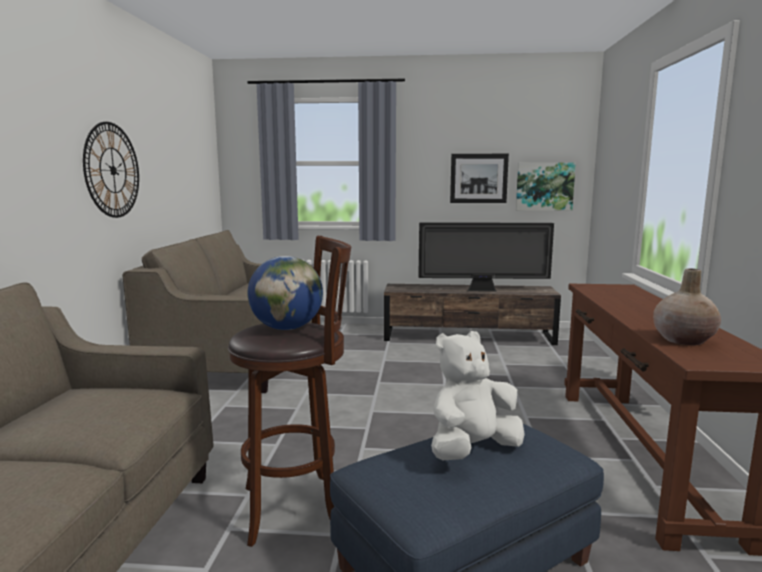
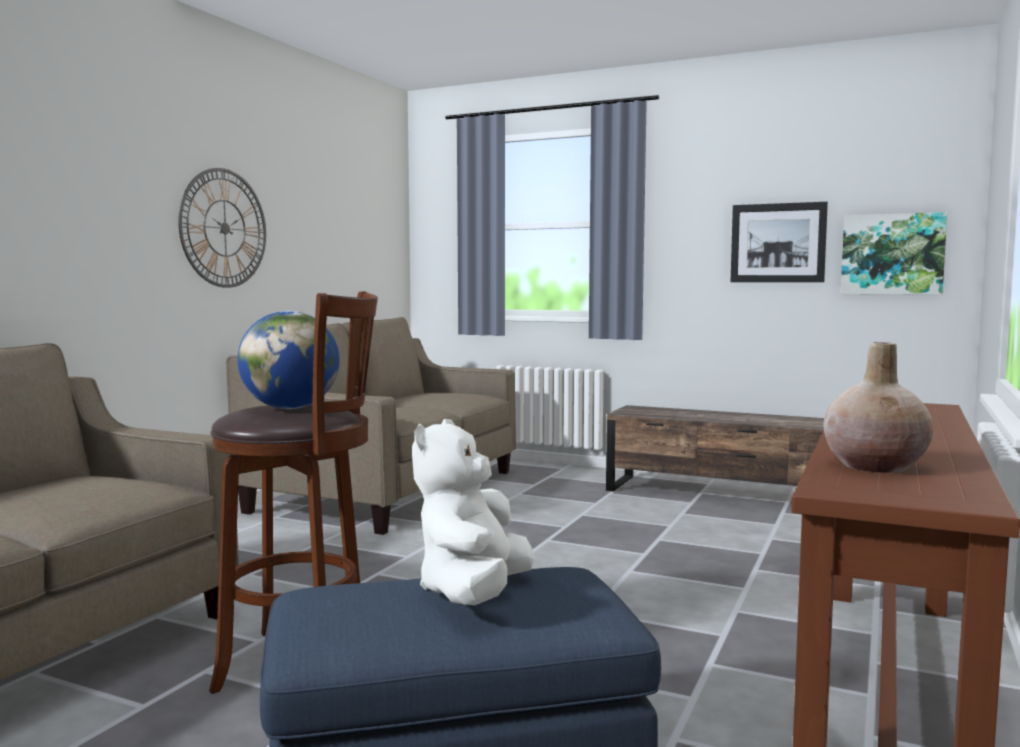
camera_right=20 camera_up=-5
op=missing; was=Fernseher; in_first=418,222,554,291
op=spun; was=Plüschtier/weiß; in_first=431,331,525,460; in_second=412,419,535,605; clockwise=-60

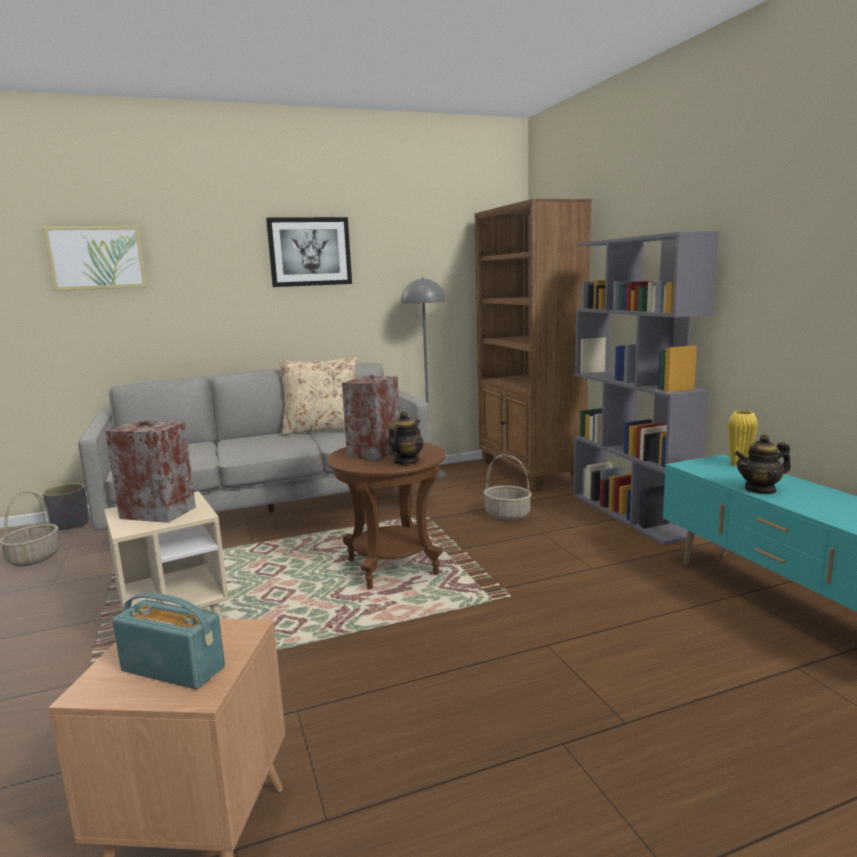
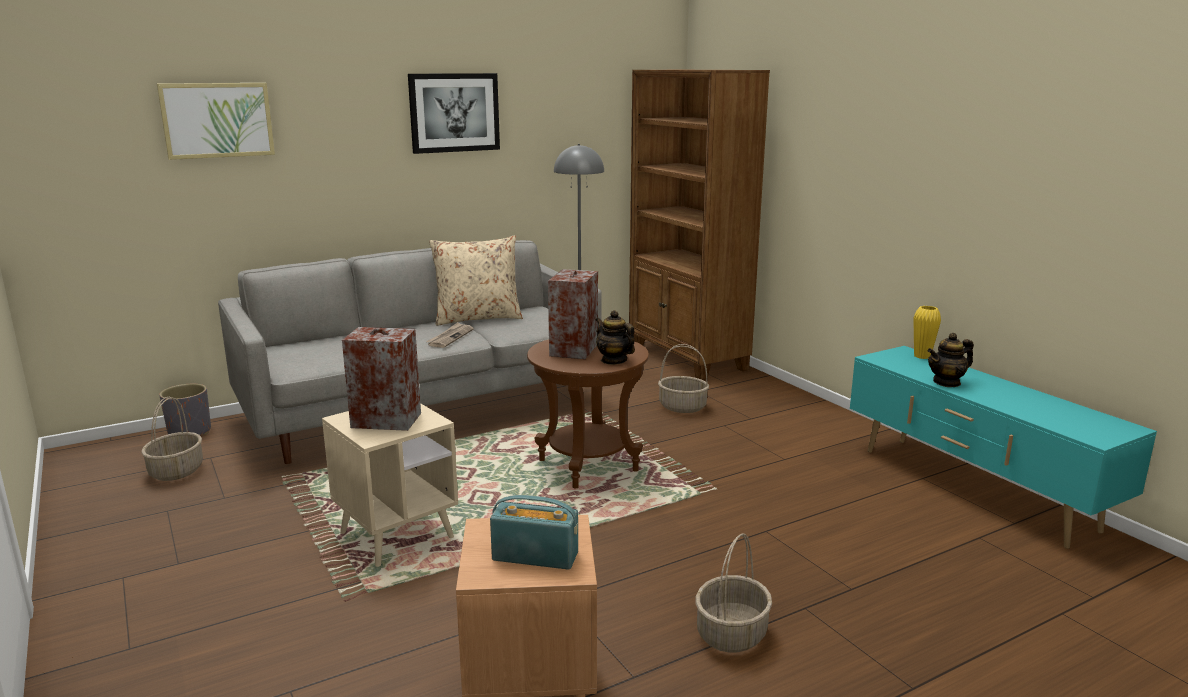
camera_right=-10 camera_up=5
op=missing; was=Bücherregal/grau; in_first=573,231,719,545
op=spun; was=Teekanne; in_first=388,411,423,465; in_second=596,310,635,365; clockwise=-60
op=appeared; now=Zeitung; in_second=426,322,474,348
op=appeared; now=Korb; in_second=696,533,772,652

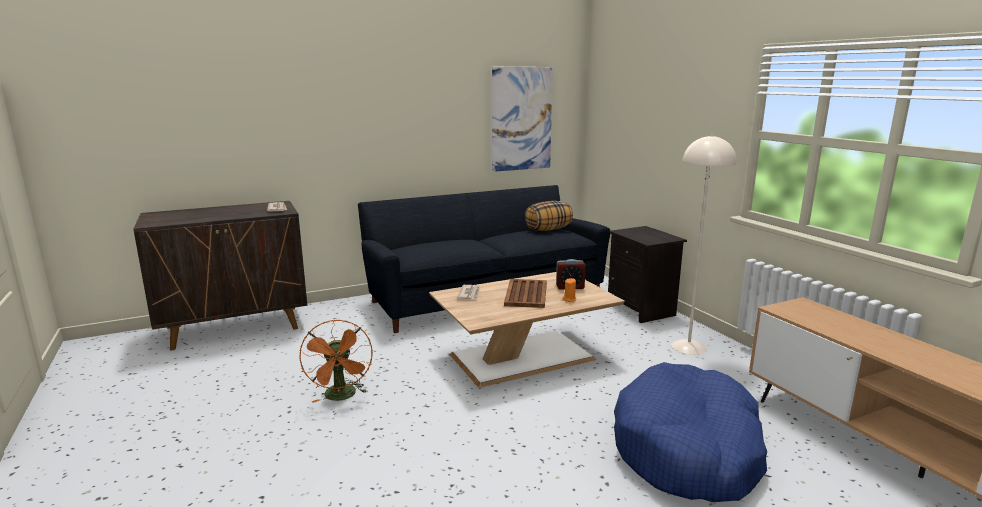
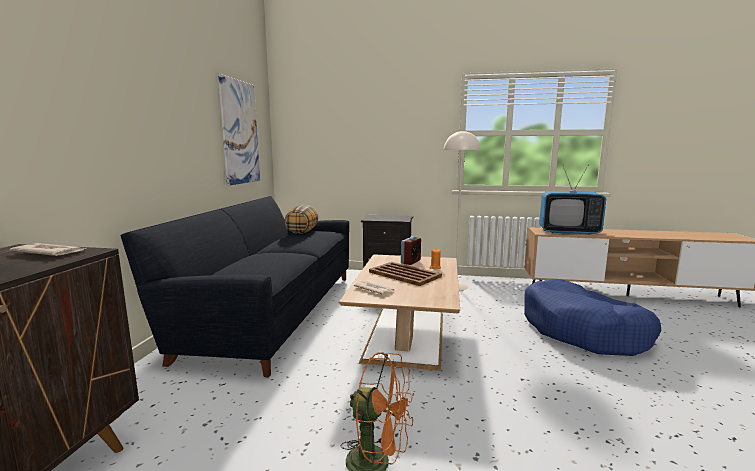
camera_right=-55 camera_up=-5
op=appeared; now=Fernseher; in_second=539,166,606,235

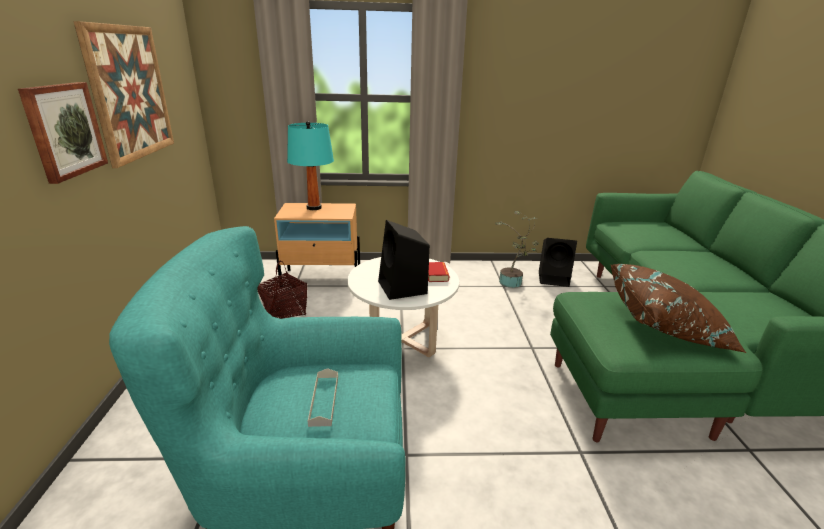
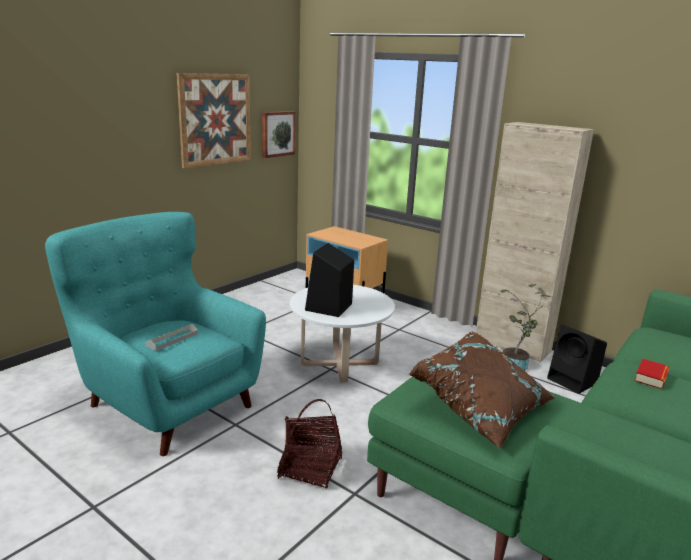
camera_right=40 camera_up=-5
op=relocated; was=Bild; in_first=18,82,108,184; in_second=262,111,296,158
op=missing; was=Tischlampe/türkis; in_first=287,121,334,210
op=relocated; was=Korb; in_first=257,260,307,319; in_second=277,399,342,489
op=relocated; was=Buch; in_first=428,262,449,282; in_second=634,359,669,389
op=appeared; now=Schrank/beige; in_second=476,122,594,363

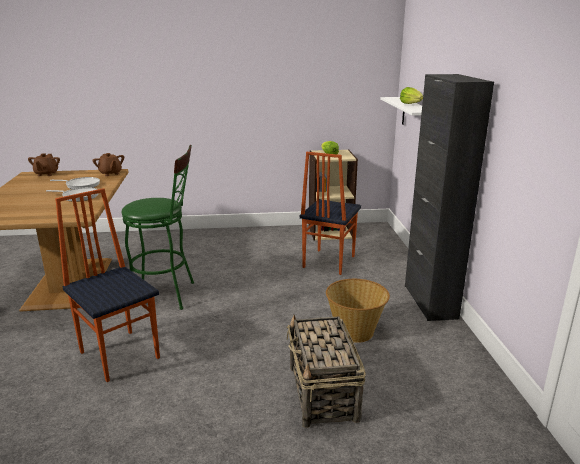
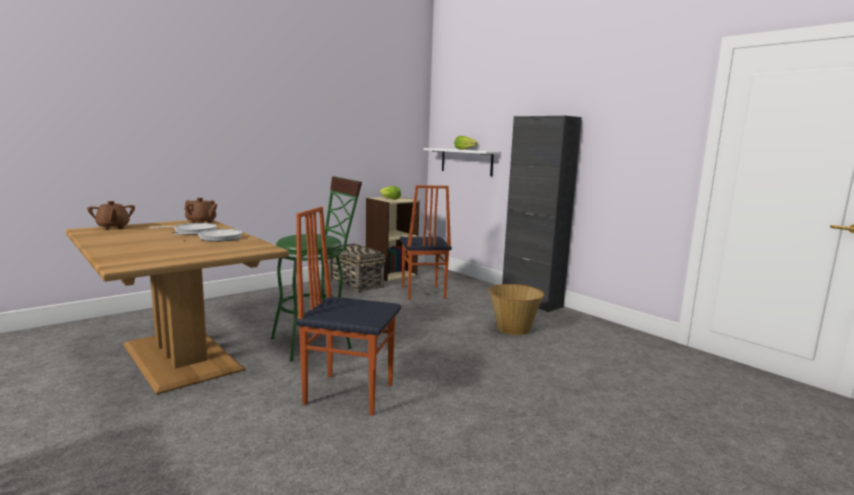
camera_right=-35 camera_up=-10
op=relocated; was=Korb; in_first=287,315,366,428; in_second=328,244,386,293

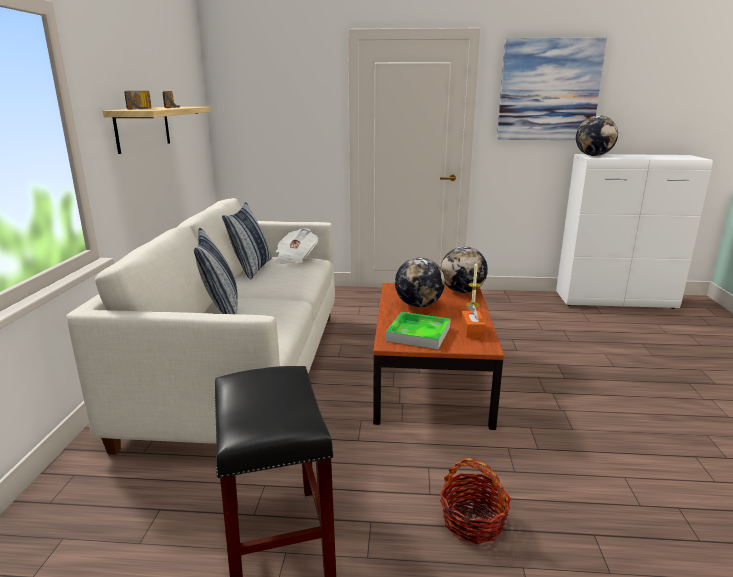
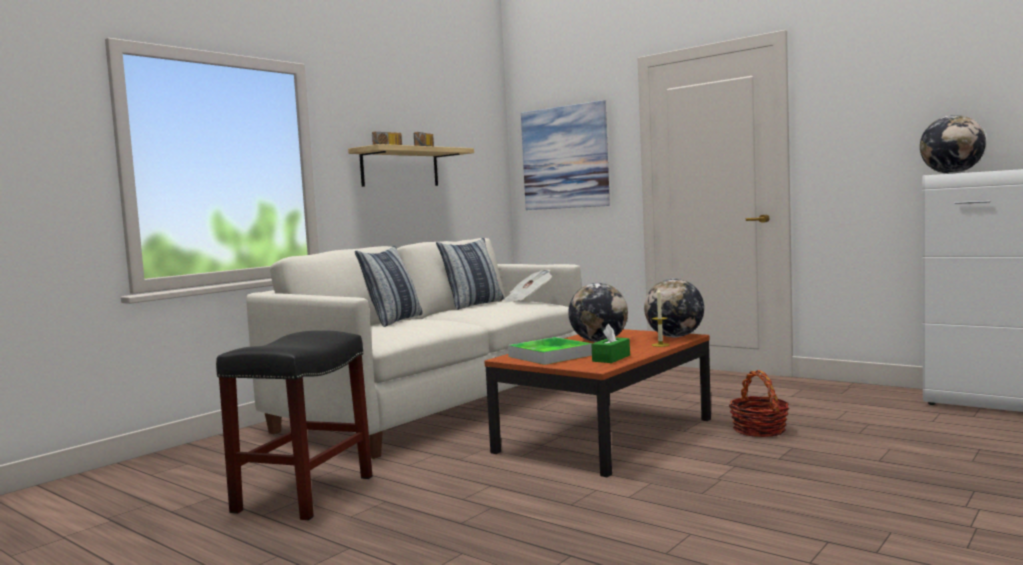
camera_right=35 camera_up=-15
op=relocated; was=Bild; in_first=497,37,607,140; in_second=521,100,610,210
op=colour; was=Taschentuchbox/orange; now=Taschentuchbox/grün; in_first=461,304,486,338; in_second=591,324,630,363
op=relocated; was=Korb; in_first=440,458,511,544; in_second=729,370,789,437

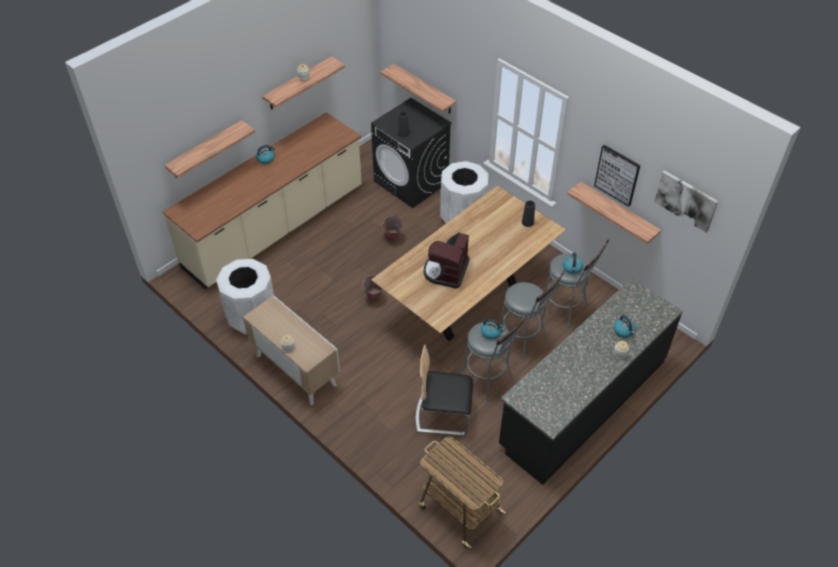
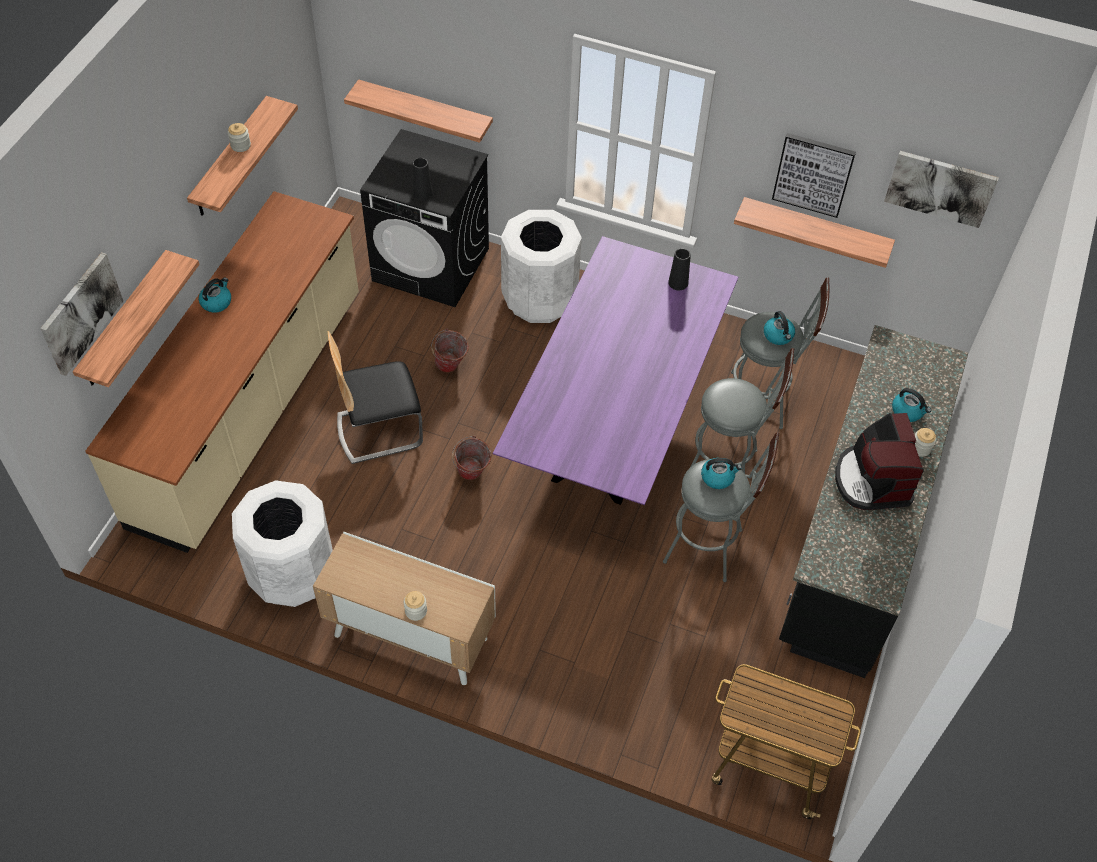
camera_right=-25 camera_up=5
op=colour; was=Esstisch/braun; now=Esstisch/lila; in_first=371,185,566,341; in_second=492,236,738,505
op=relocated; was=Kaffeemaschine; in_first=424,232,470,288; in_second=835,413,924,510
op=relocated; was=Stuhl; in_first=416,344,473,436; in_second=328,331,423,464
op=appeared; now=Bild; in_second=40,252,123,376

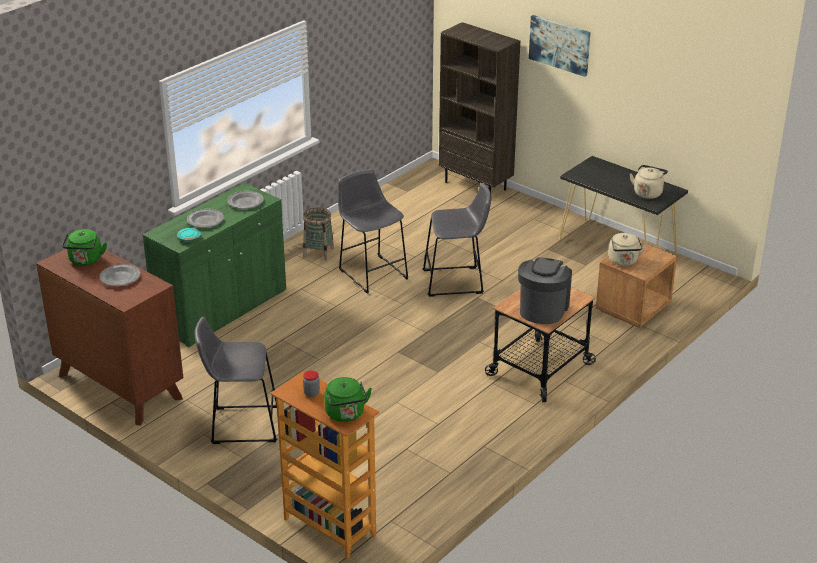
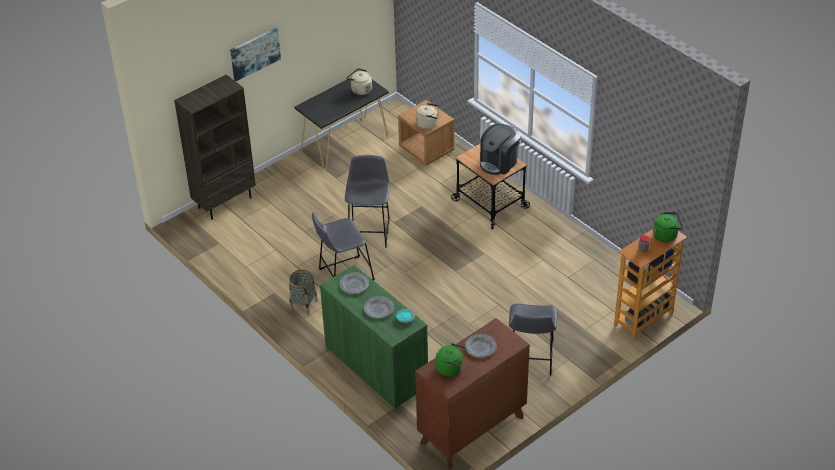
camera_right=-80 camera_up=10
op=spun; was=Kaffeemaschine; in_first=518,257,572,324; in_second=480,124,520,175; clockwise=-75

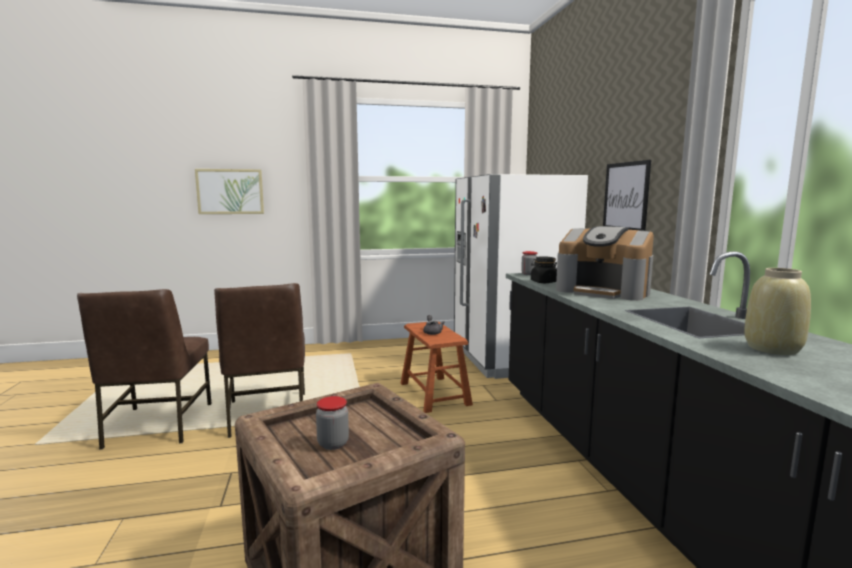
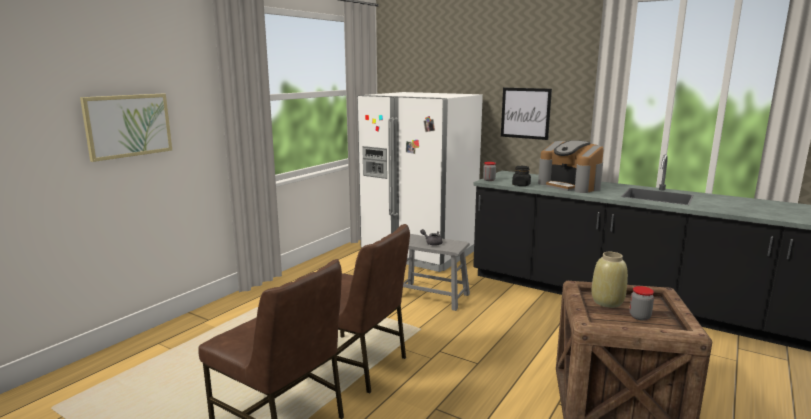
camera_right=-45 camera_up=5
op=spun; was=Kaffeemaschine; in_first=556,226,654,301; in_second=538,140,604,193; clockwise=60
op=relocated; was=Vase/beige; in_first=744,268,811,355; in_second=591,252,628,308
op=colour; was=Hocker/braun; now=Hocker/grau; in_first=400,321,473,413; in_second=403,234,470,311

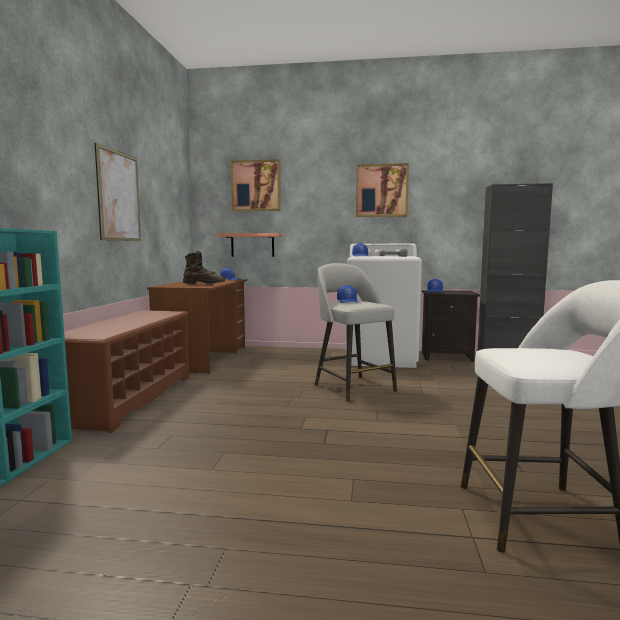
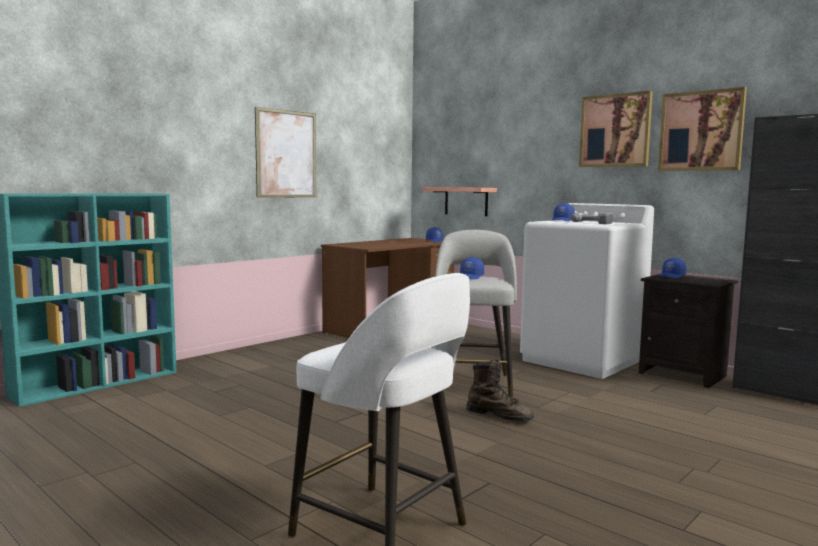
camera_right=35 camera_up=0
op=relocated; was=Bild; in_first=231,159,281,211; in_second=658,87,747,171
op=relocated; was=Stiefel/braun; in_first=183,251,225,284; in_second=466,360,534,421
op=missing; was=Schuhregal/braun; in_first=64,310,189,433

